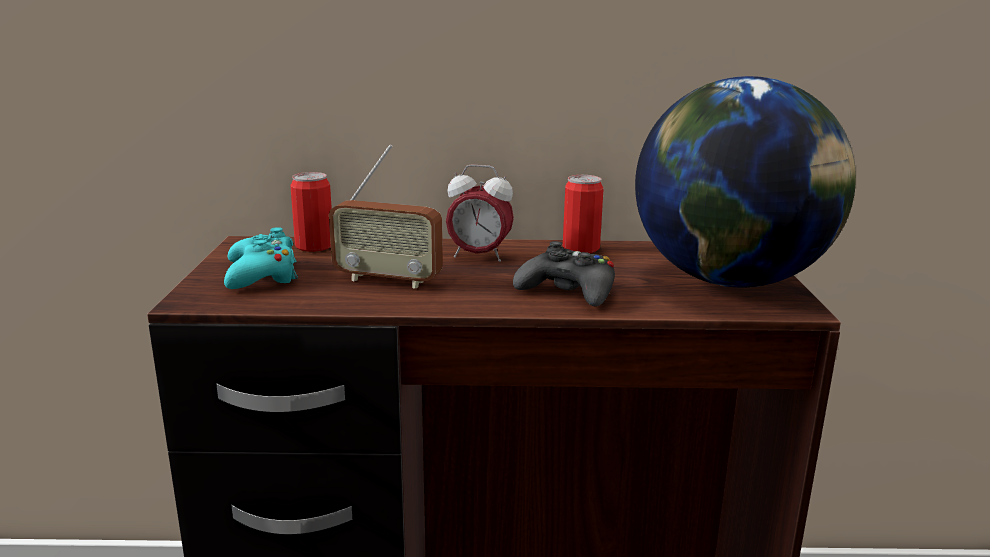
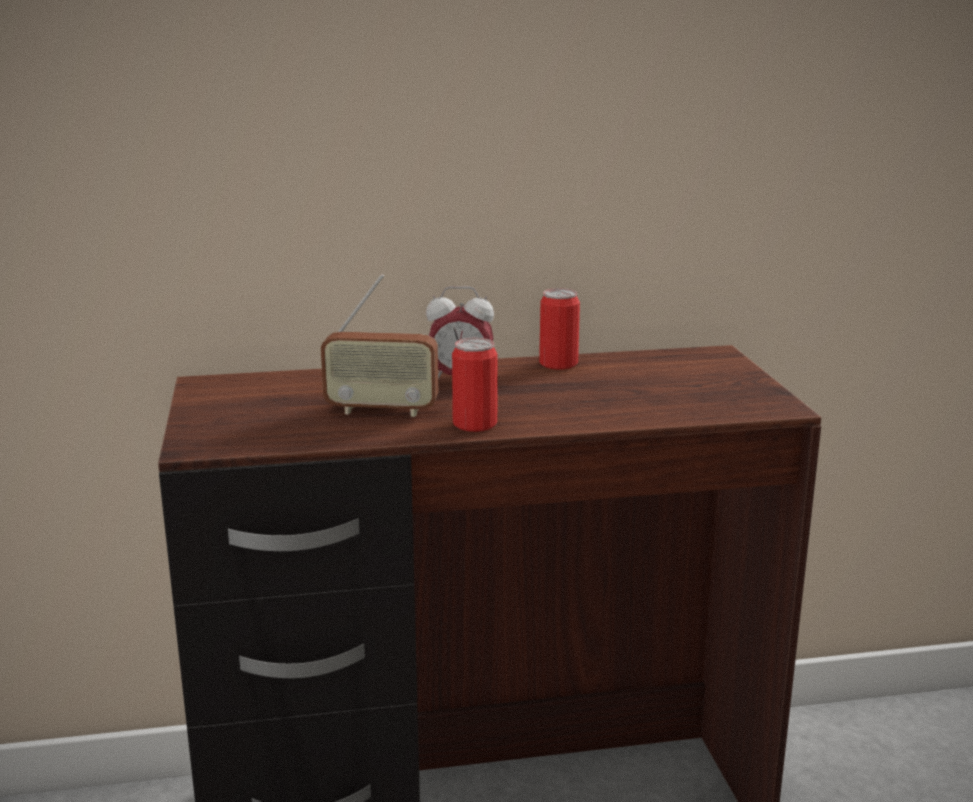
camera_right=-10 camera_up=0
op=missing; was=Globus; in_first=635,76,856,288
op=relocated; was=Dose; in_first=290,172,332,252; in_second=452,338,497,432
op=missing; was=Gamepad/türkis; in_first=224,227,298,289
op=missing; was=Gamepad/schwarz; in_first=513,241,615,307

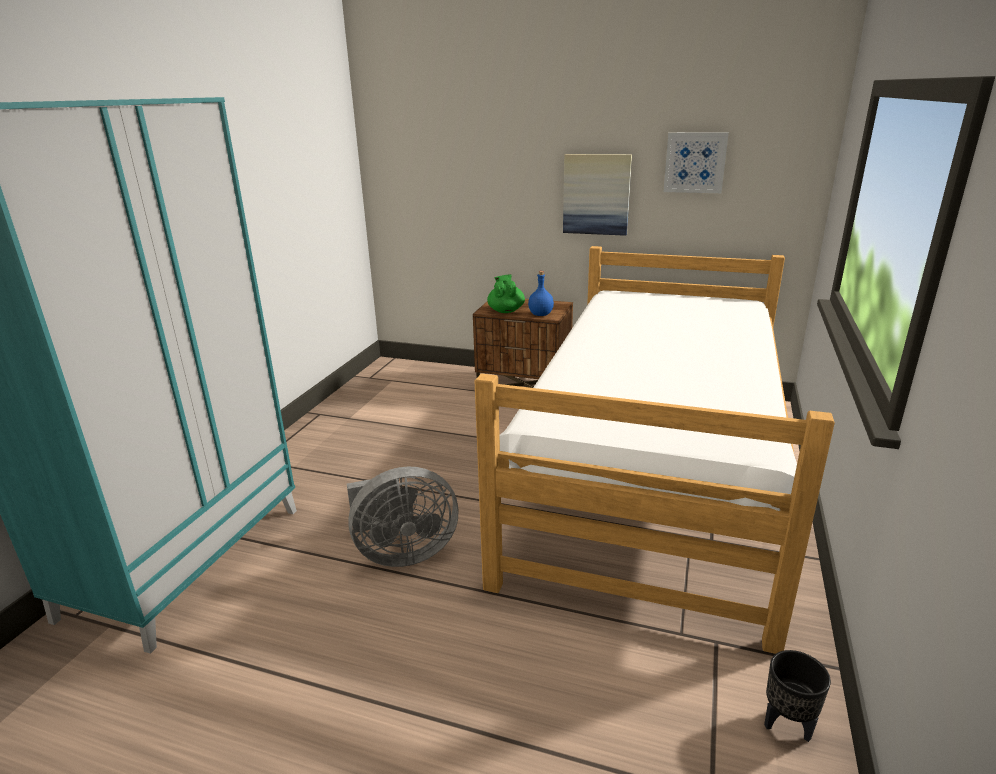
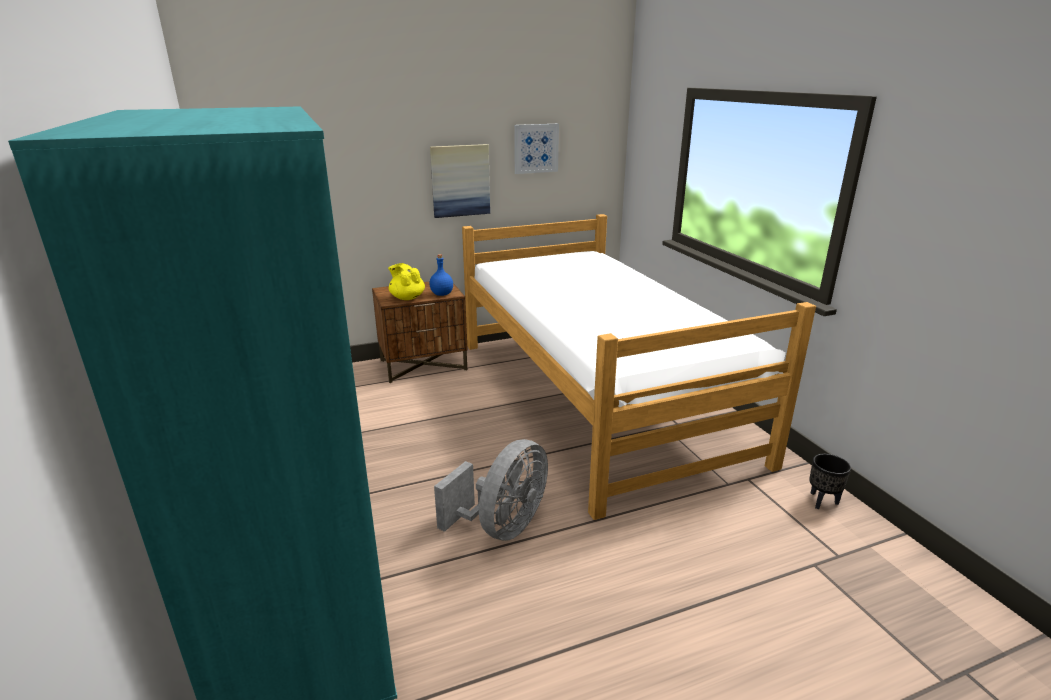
camera_right=-40 camera_up=0
op=colour; was=Teekanne/grün; now=Teekanne/gelb; in_first=487,274,525,313; in_second=388,263,425,300

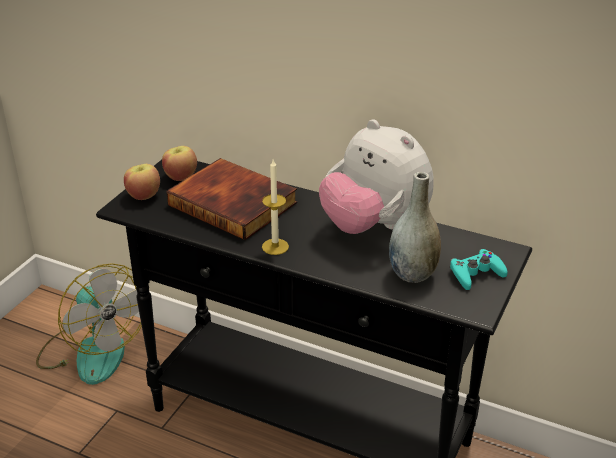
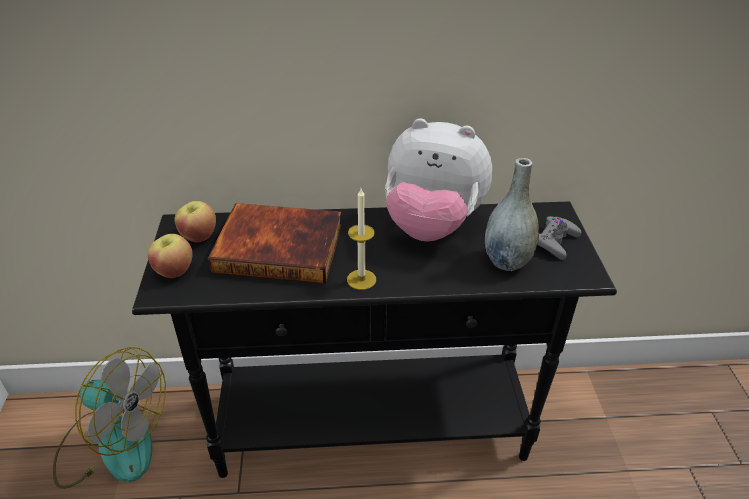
camera_right=-30 camera_up=5
op=colour; was=Gamepad/türkis; now=Gamepad/grau; in_first=450,249,508,290; in_second=538,216,581,260

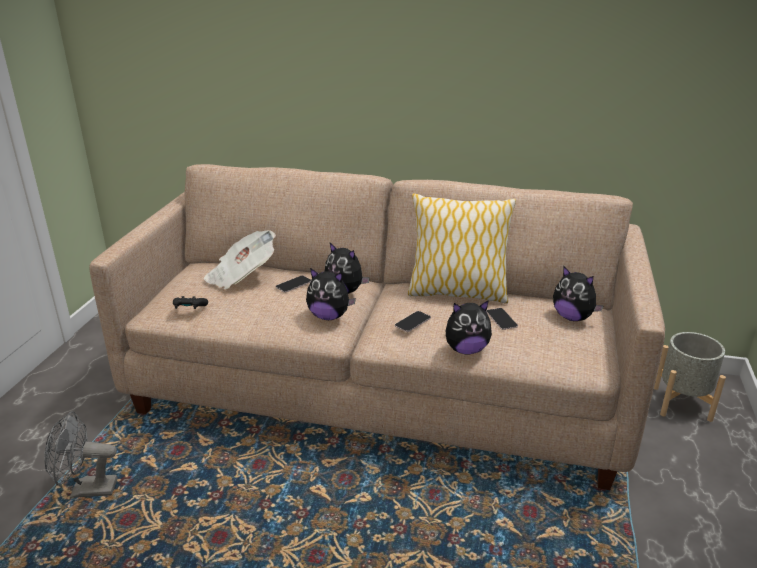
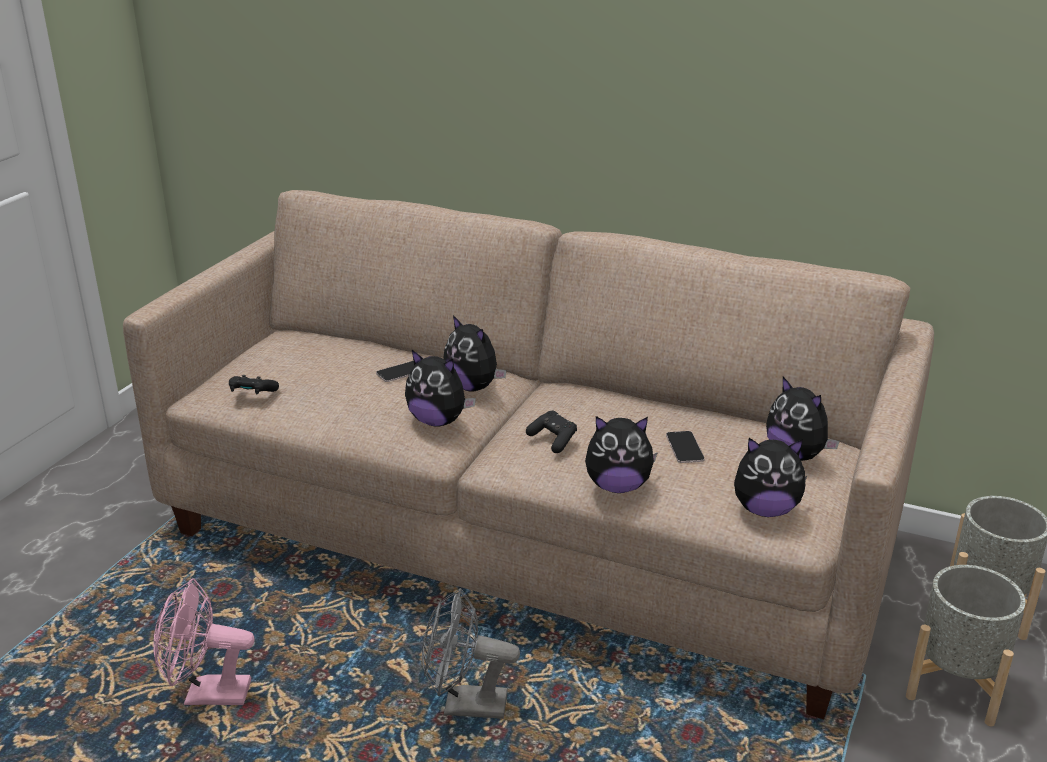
camera_right=10 camera_up=0
op=missing; was=Kissen; in_first=407,193,516,304
op=missing; was=Zeitung; in_first=204,230,276,289
op=exchanged; was=Handy; now=Gamepad/schwarz; in_first=395,311,431,332; in_second=526,411,577,453
op=relocated; was=Ventilator/grau; in_first=44,411,118,498; in_second=422,588,520,719
op=appeared; now=Plüschtier; in_second=734,438,808,517
op=appeared; now=Pflanzkübel/grau; in_second=906,565,1026,726
op=appeared; now=Ventilator/rosa; in_second=153,578,255,705

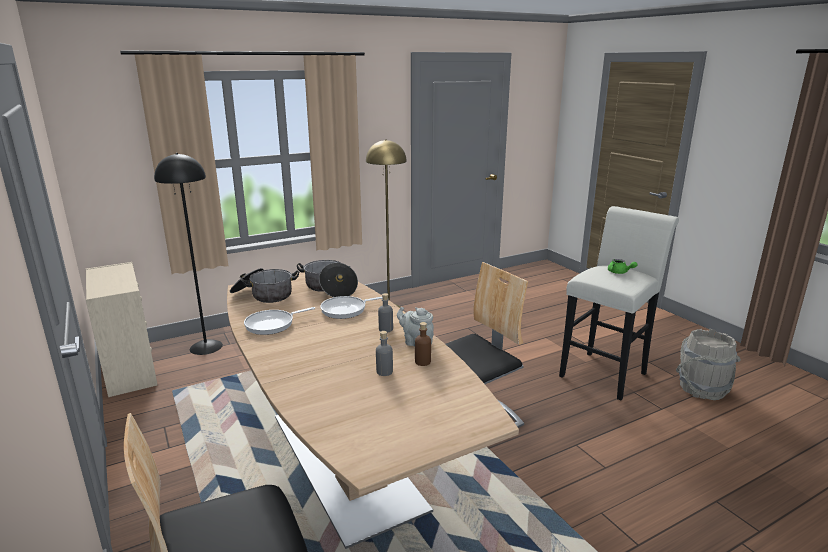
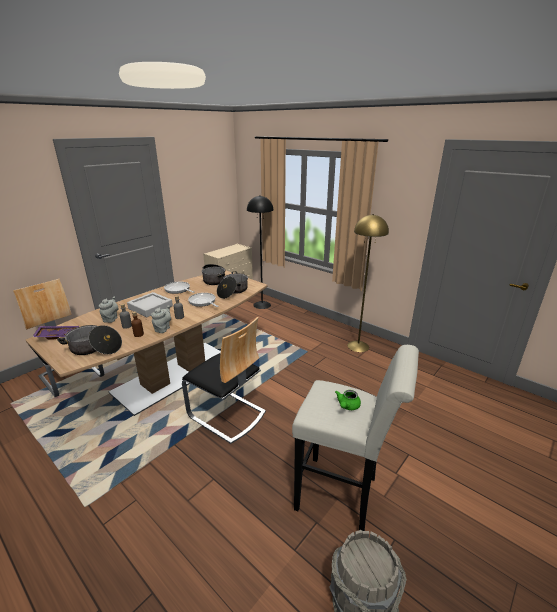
camera_right=70 camera_up=5
op=appeared; now=Tablett/grau; in_second=127,292,173,317
op=appeared; now=Teekanne/grau; in_second=99,296,119,323
op=appeared; now=Kochtopf; in_second=57,325,122,355
op=appeared; now=Tablett/lila; in_second=32,326,79,340

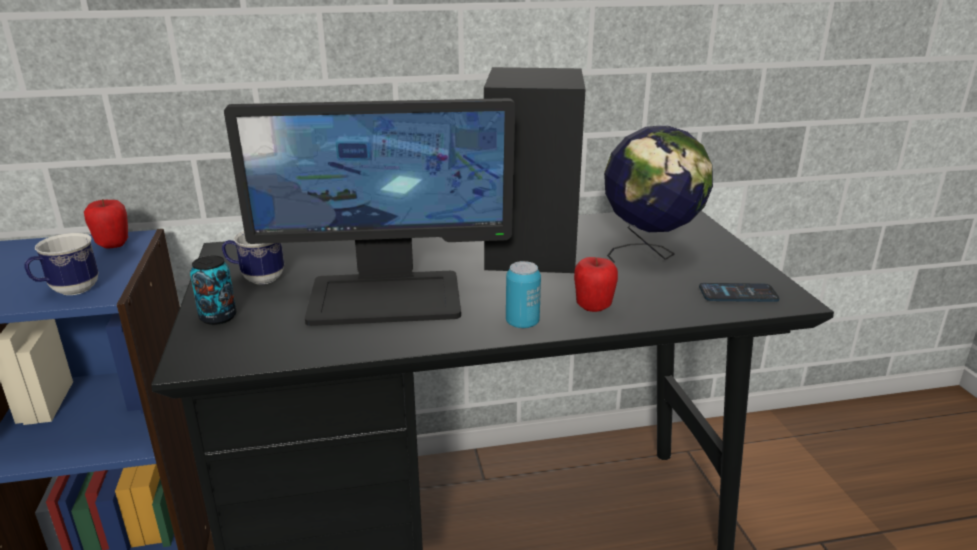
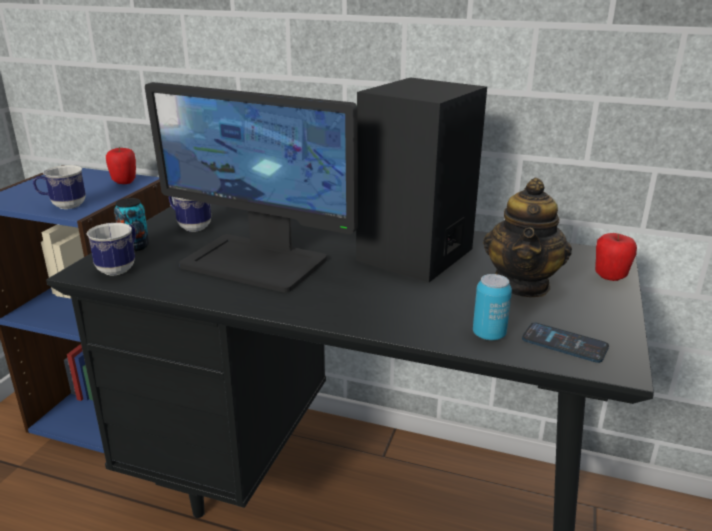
camera_right=30 camera_up=0
op=exchanged; was=Globus; now=Teekanne; in_first=604,125,713,263; in_second=483,178,572,297
op=relocated; was=Apfel; in_first=574,257,618,312; in_second=595,233,637,281
op=relocated; was=Dose; in_first=506,261,541,329; in_second=473,274,512,340
op=appeared; now=Henkelbecher; in_second=87,223,136,275

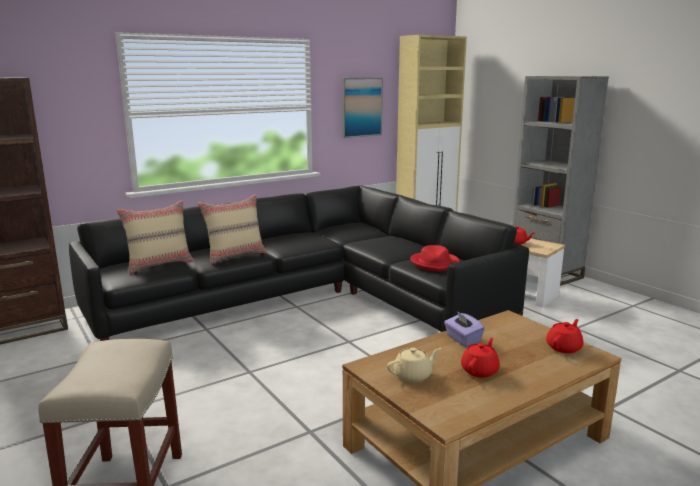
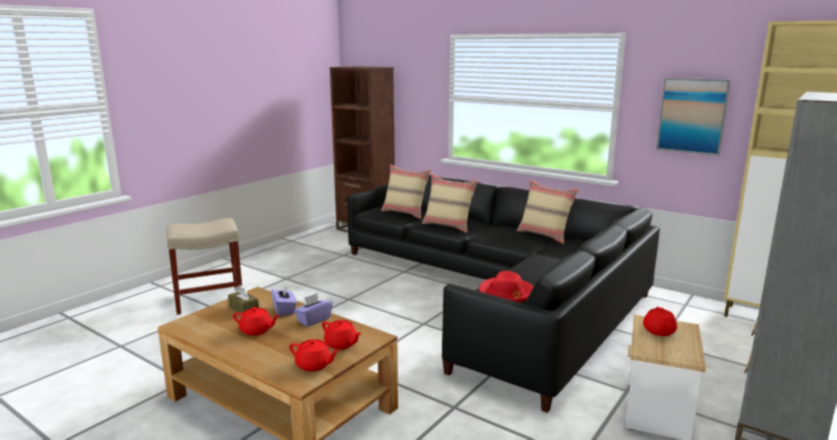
camera_right=70 camera_up=0
op=exchanged; was=Teekanne/beige; now=Taschentuchbox/braun; in_first=387,348,441,382; in_second=228,285,259,313
op=appeared; now=Kissen/beige; in_second=517,179,579,244
op=appeared; now=Taschentuchbox/lila; in_second=271,285,297,316
op=appeared; now=Teekanne/rot; in_second=322,320,362,350

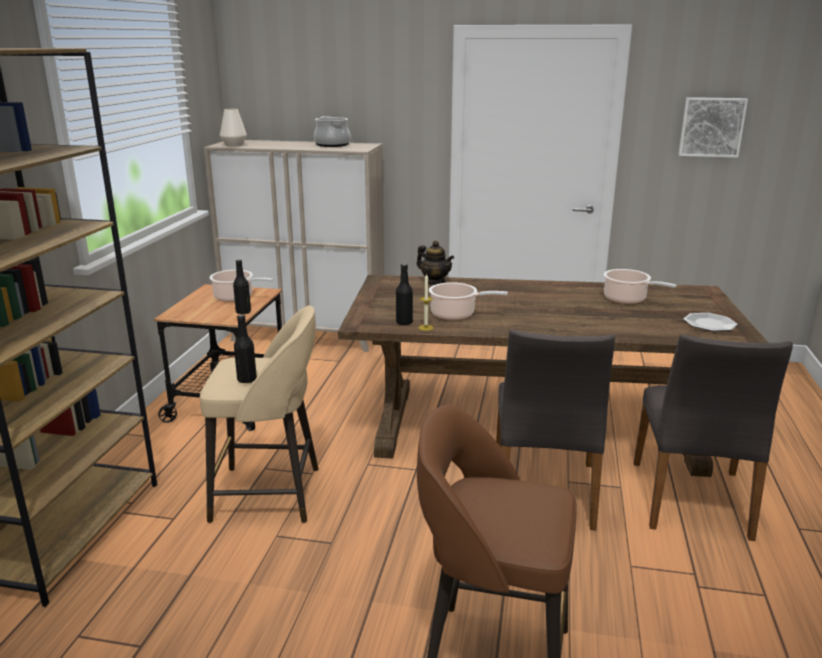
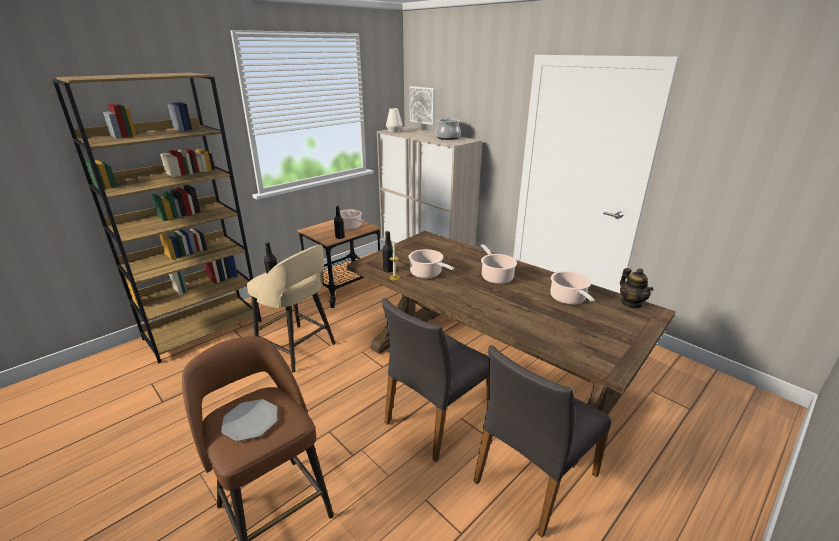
camera_right=35 camera_up=5
op=relocated; was=Bild; in_first=678,97,748,158; in_second=410,86,436,125
op=relocated; was=Teekanne; in_first=417,241,454,285; in_second=620,268,654,308
op=relocated; was=Teller; in_first=683,313,738,331; in_second=221,399,277,441
op=appeared; now=Kochtopf; in_second=480,244,517,284

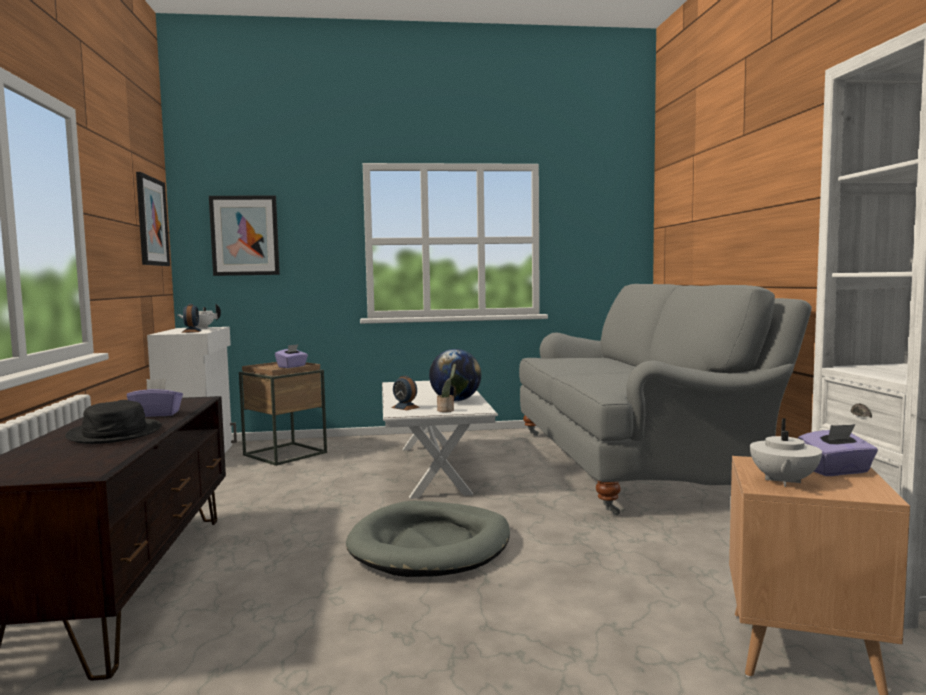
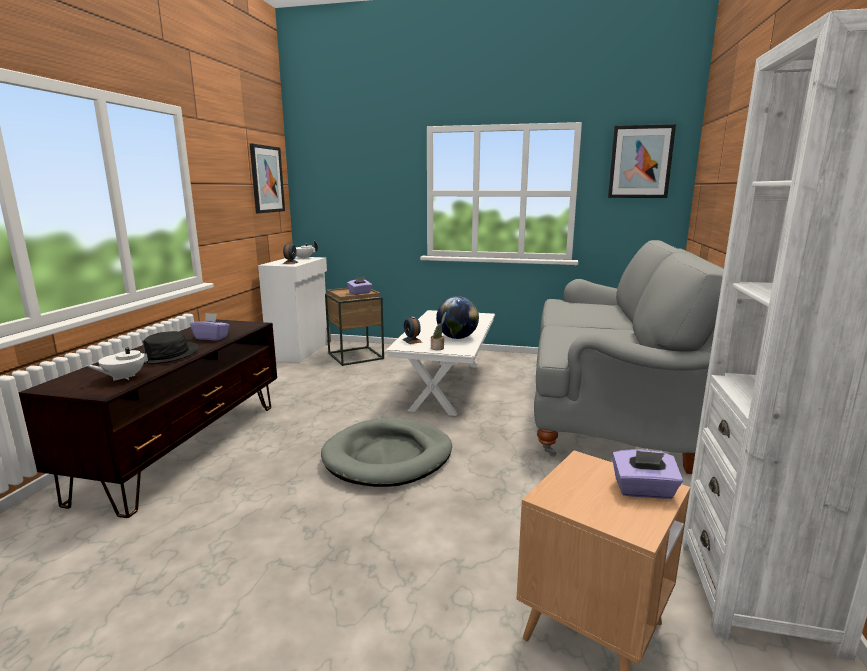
camera_right=20 camera_up=10
op=relocated; was=Bild; in_first=209,196,280,276; in_second=608,124,676,198
op=relocated; was=Teekanne/weiß; in_first=750,418,822,487; in_second=86,340,152,381

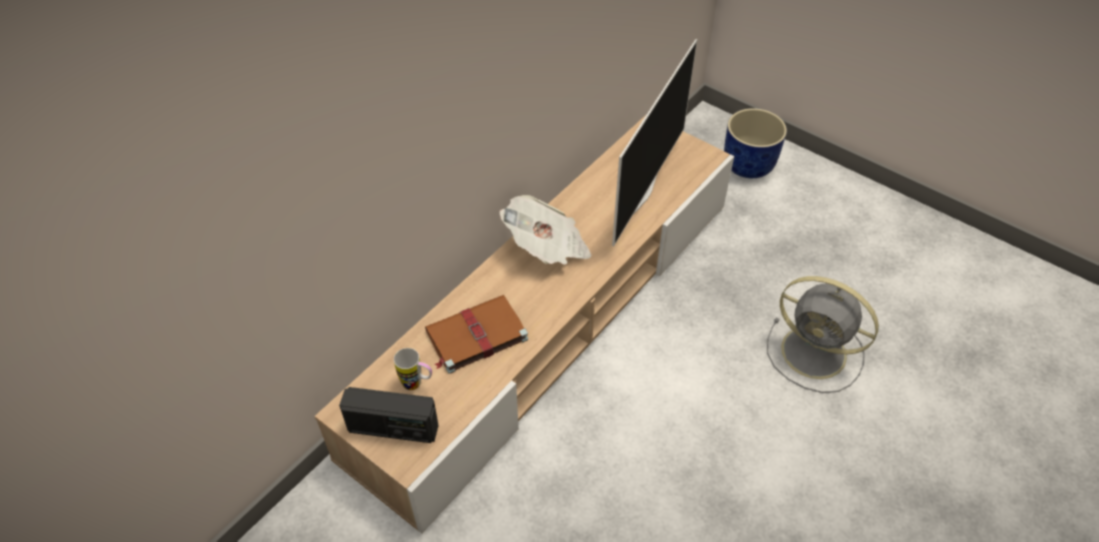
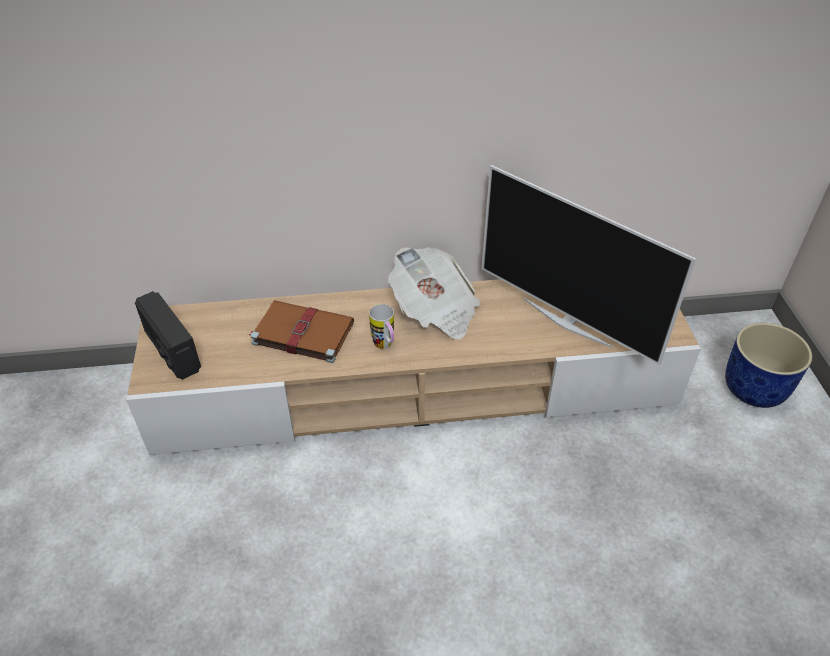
camera_right=45 camera_up=-5
op=spun; was=Fernseher; in_first=612,39,697,247; in_second=482,165,696,365; clockwise=60
op=missing; was=Ventilator/grau; in_first=767,276,879,393
op=relocated; was=Henkelbecher; in_first=394,348,432,390; in_second=369,304,394,349

